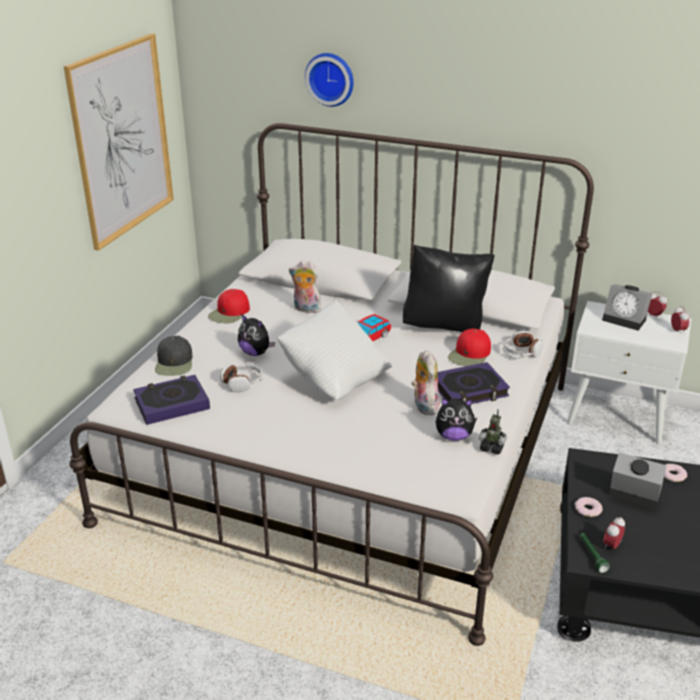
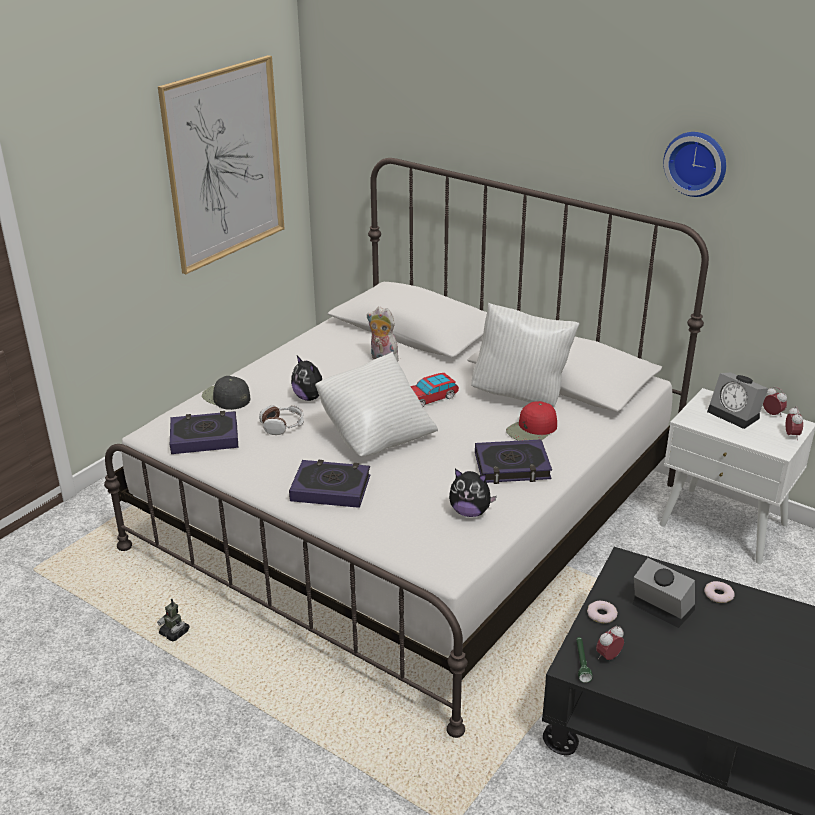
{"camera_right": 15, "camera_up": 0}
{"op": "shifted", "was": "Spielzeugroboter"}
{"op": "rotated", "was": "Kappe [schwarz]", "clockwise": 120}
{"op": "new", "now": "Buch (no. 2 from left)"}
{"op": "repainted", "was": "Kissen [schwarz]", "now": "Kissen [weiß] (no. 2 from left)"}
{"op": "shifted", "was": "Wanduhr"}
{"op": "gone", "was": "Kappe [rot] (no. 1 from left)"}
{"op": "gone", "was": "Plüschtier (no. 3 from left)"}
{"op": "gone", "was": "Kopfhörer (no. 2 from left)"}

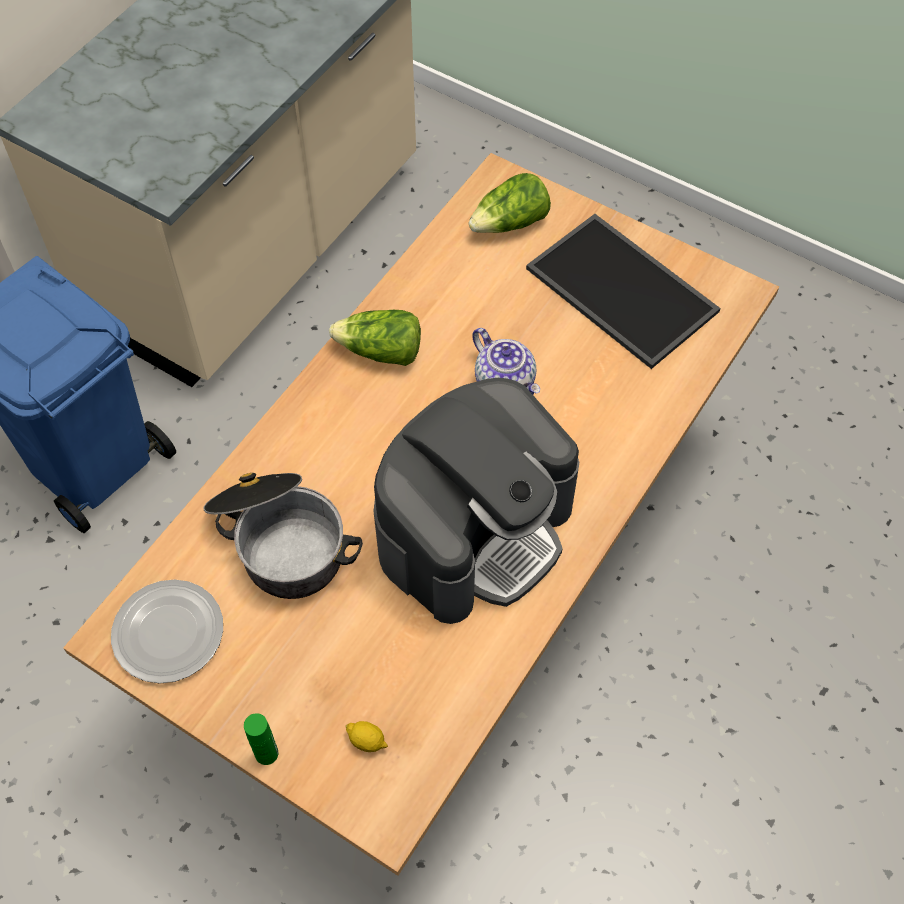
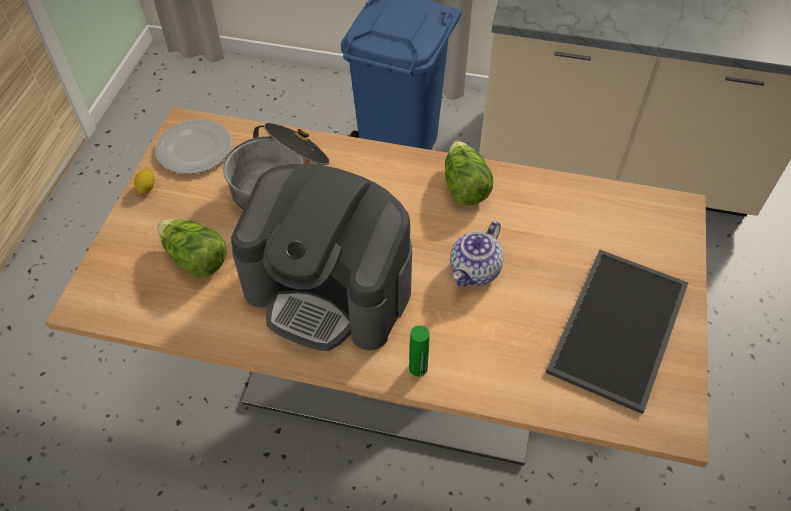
{"camera_right": 70, "camera_up": -5}
{"op": "shifted", "was": "Zitrone"}
{"op": "shifted", "was": "Salatkopf (no. 2 from left in the first image)", "now": "Salatkopf (no. 1 from left)"}
{"op": "shifted", "was": "Flasche [grün]"}

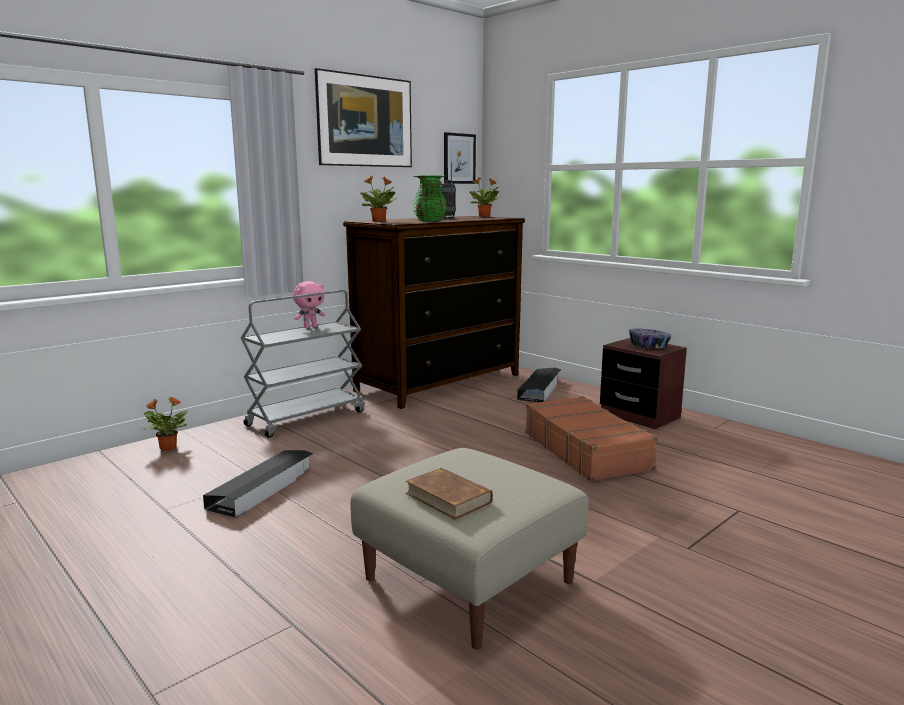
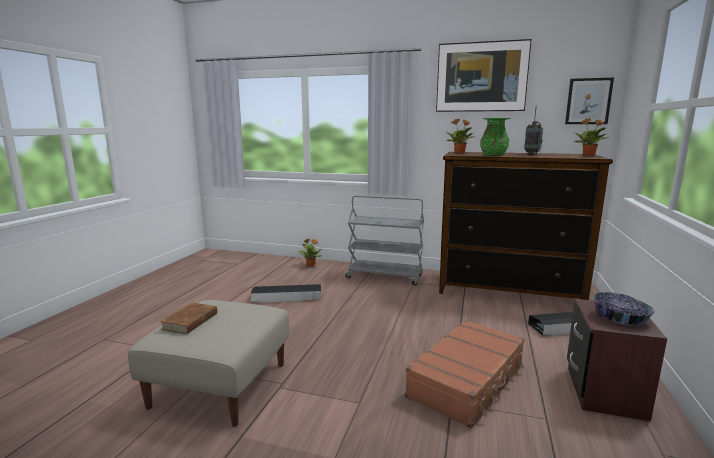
{"camera_right": 60, "camera_up": 0}
{"op": "gone", "was": "Plüschtier [rosa]"}

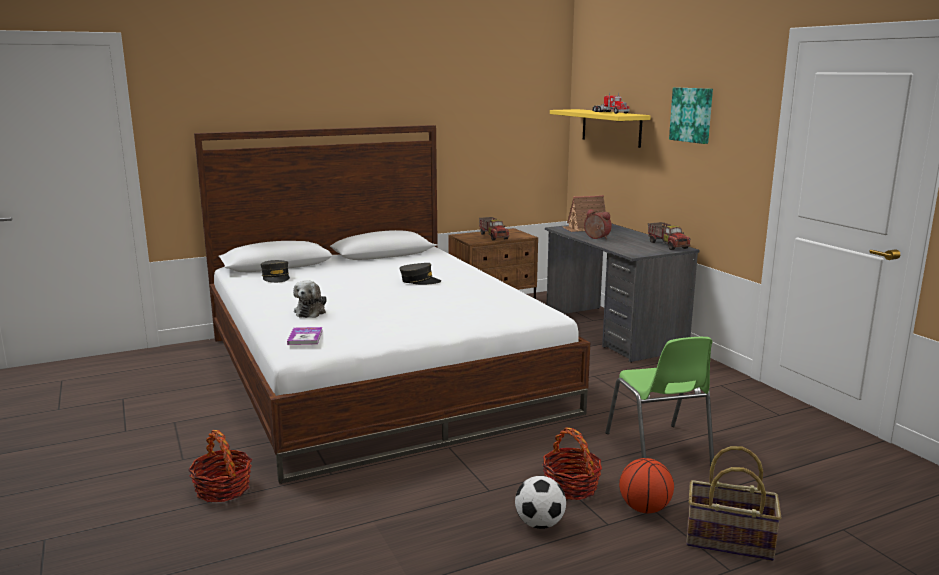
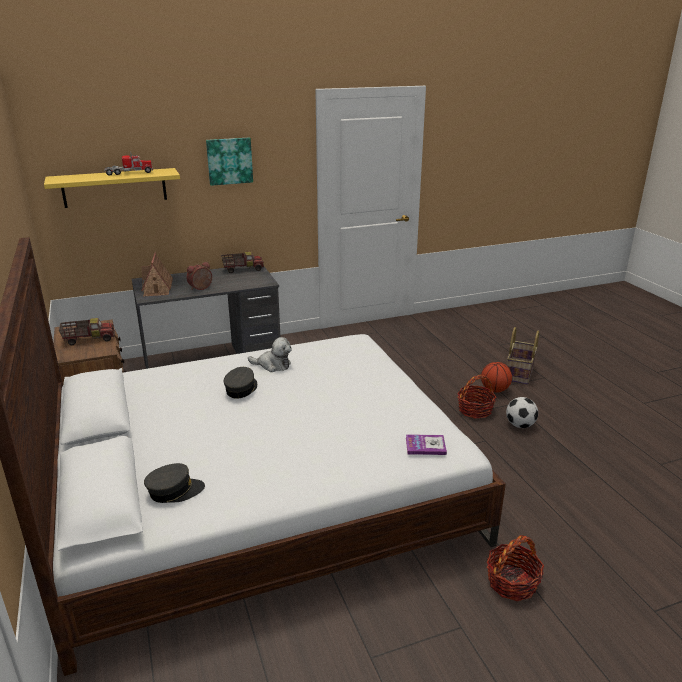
{"camera_right": -85, "camera_up": 10}
{"op": "shifted", "was": "Plüschtier"}
{"op": "gone", "was": "Stuhl [grün]"}

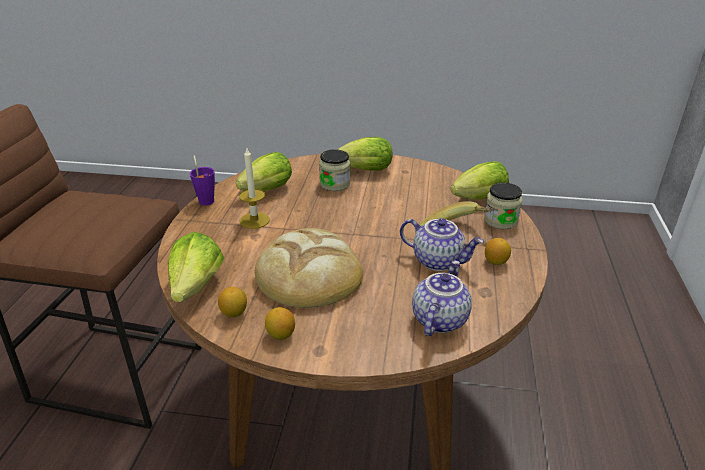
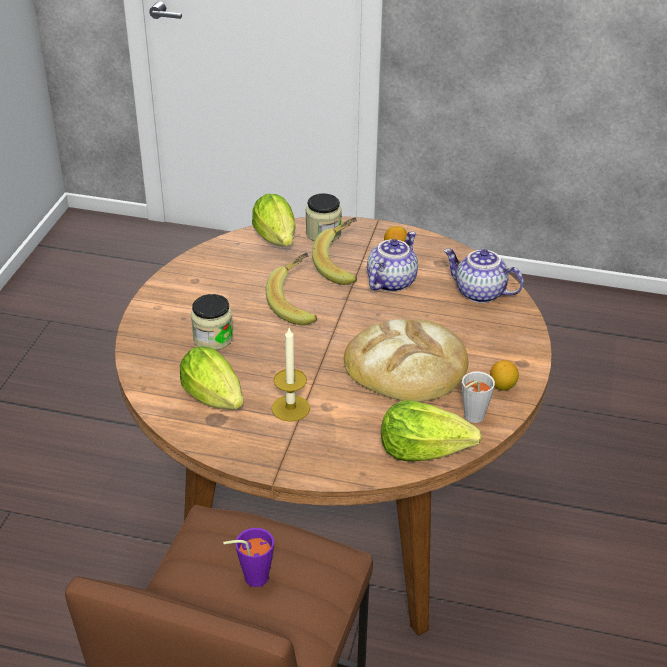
{"camera_right": -85, "camera_up": 5}
{"op": "shifted", "was": "Tasse [lila]"}
{"op": "new", "now": "Banane (no. 1 from left)"}
{"op": "swapped", "was": "Zitrone (no. 1 from left)", "now": "Tasse [grau]"}
{"op": "gone", "was": "Salatkopf (no. 3 from left)"}

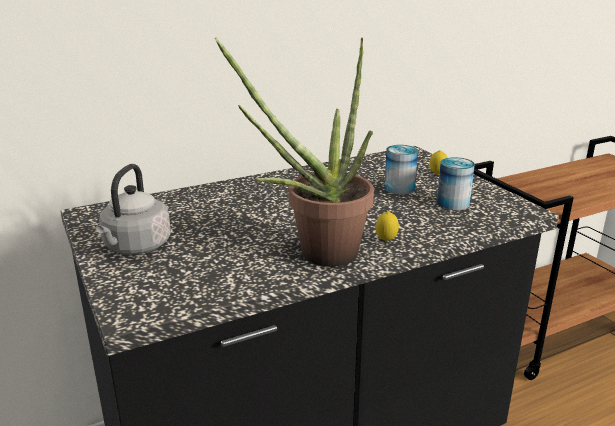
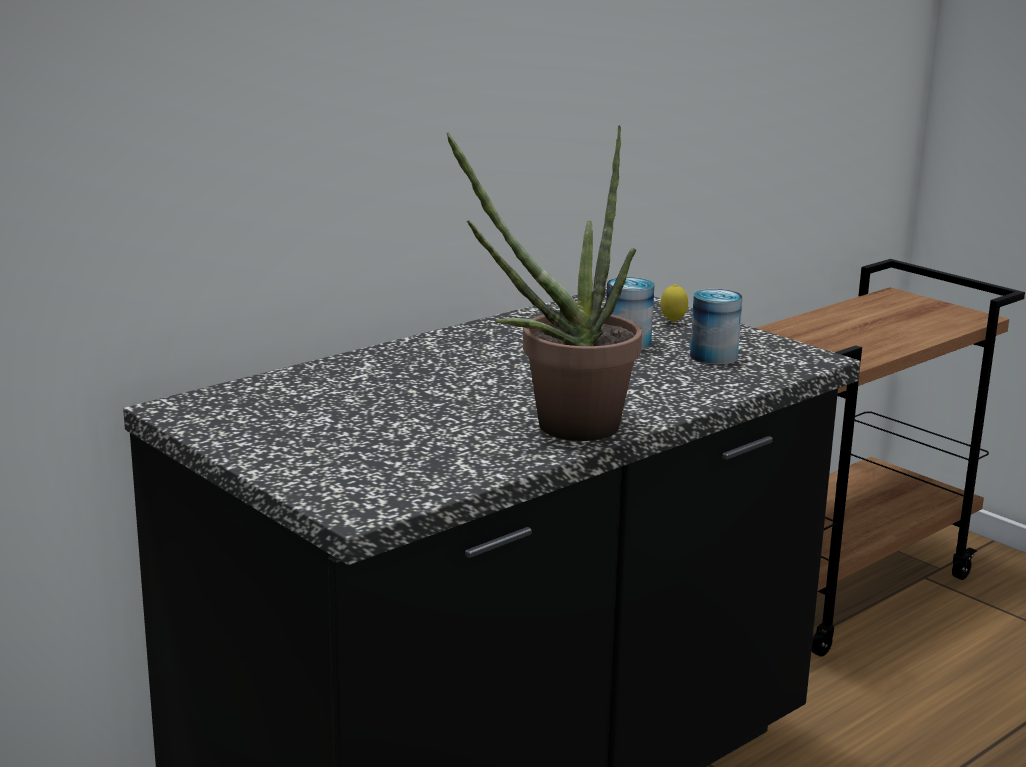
{"camera_right": -15, "camera_up": -5}
{"op": "gone", "was": "Wasserkessel [grau]"}
{"op": "gone", "was": "Zitrone (no. 1 from left)"}

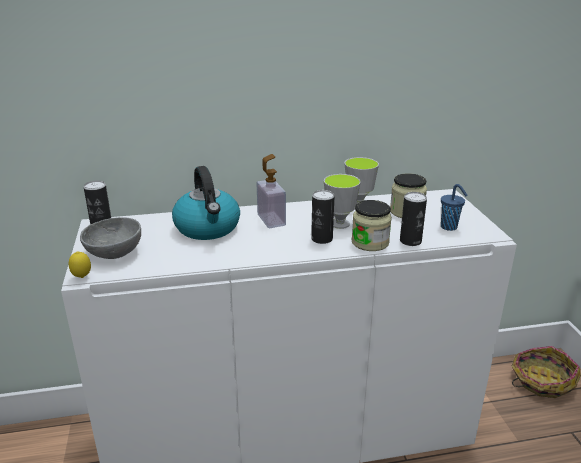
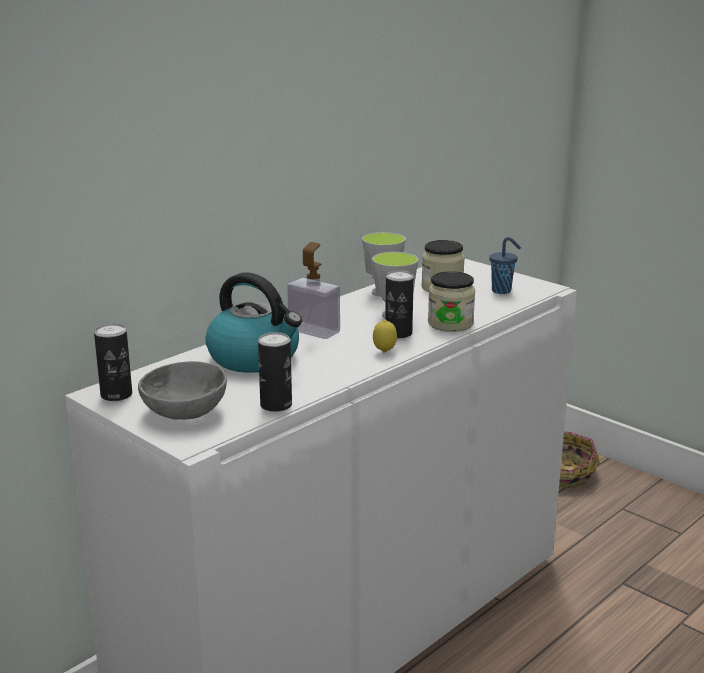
{"camera_right": -35, "camera_up": -5}
{"op": "shifted", "was": "Dose (no. 3 from left in the first image)", "now": "Dose (no. 2 from left)"}
{"op": "shifted", "was": "Zitrone"}

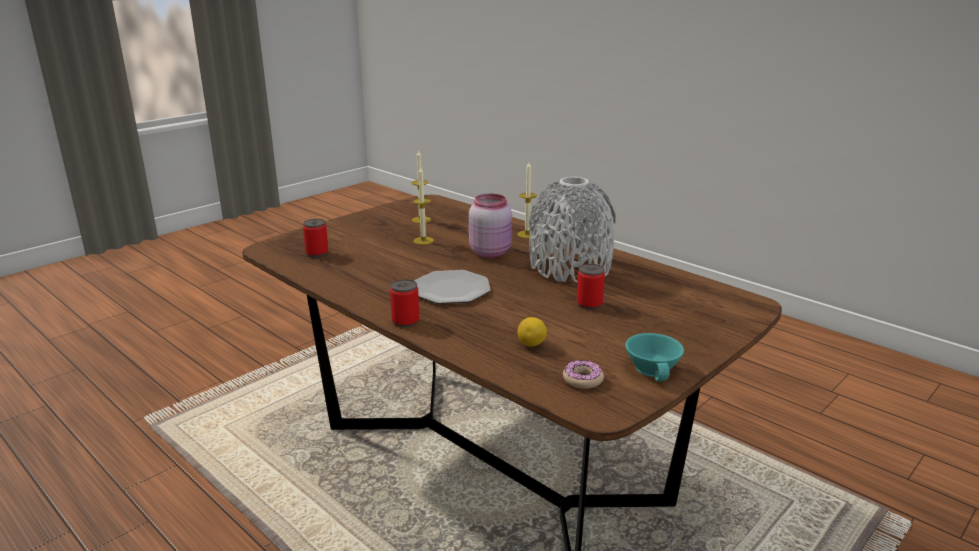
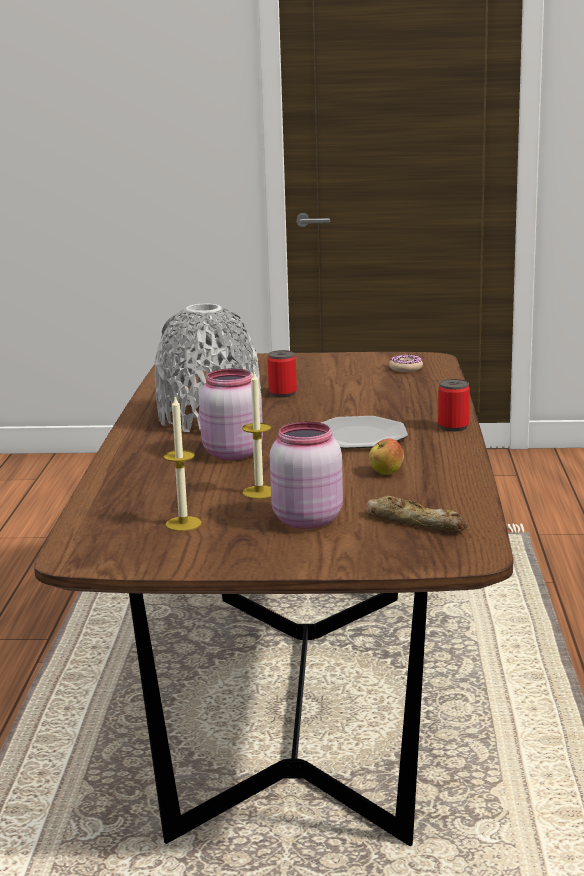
{"camera_right": -130, "camera_up": -5}
{"op": "new", "now": "Vorratsglas [rosa] (no. 2 from left)"}
{"op": "swapped", "was": "Dose (no. 1 from left)", "now": "Brot"}
{"op": "new", "now": "Apfel"}
{"op": "gone", "was": "Kerze (no. 3 from left)"}
{"op": "gone", "was": "Zitrone"}
{"op": "gone", "was": "Tasse [türkis]"}

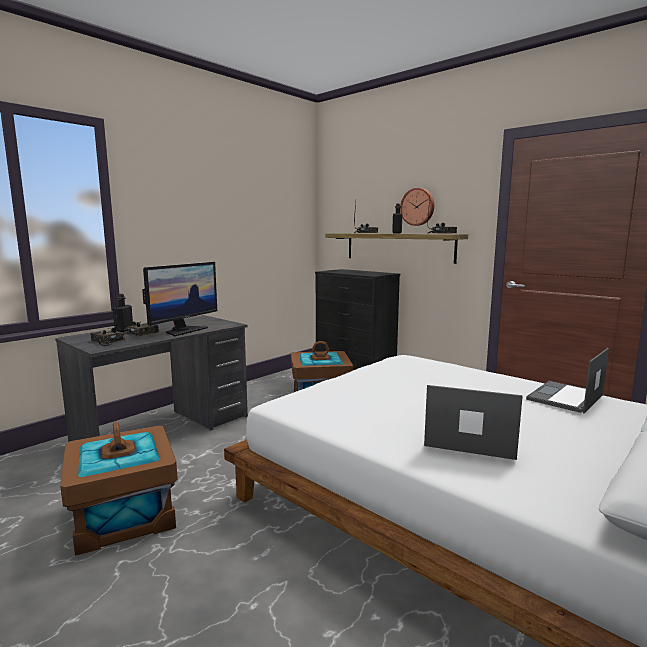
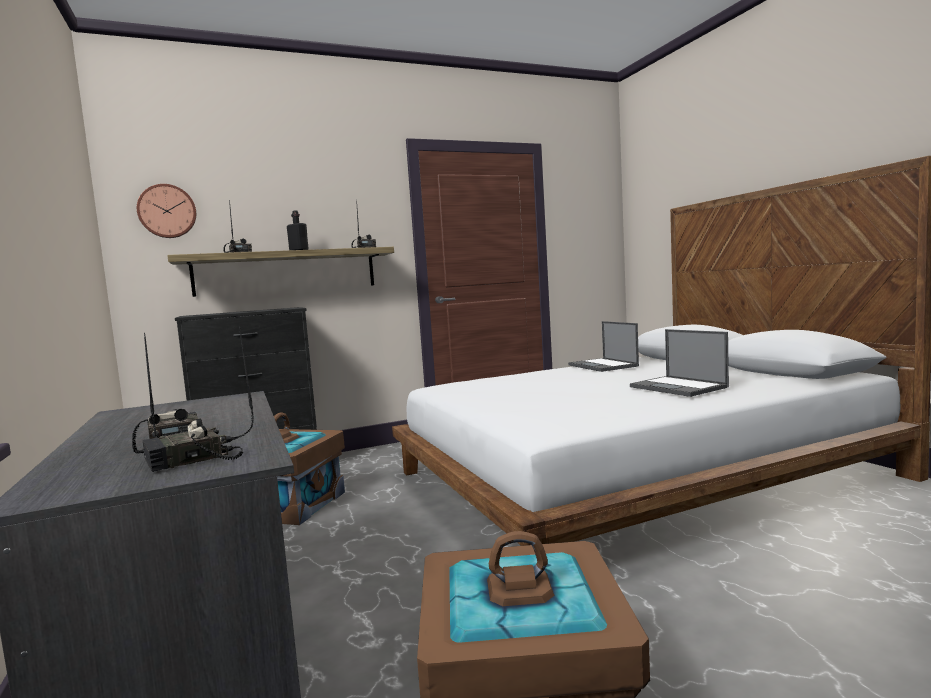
{"camera_right": -65, "camera_up": -5}
{"op": "shifted", "was": "Wanduhr"}
{"op": "rotated", "was": "Laptop (no. 1 from left in the first image)", "clockwise": -75}
{"op": "gone", "was": "Flasche [schwarz] (no. 1 from left)"}
{"op": "gone", "was": "Monitor"}

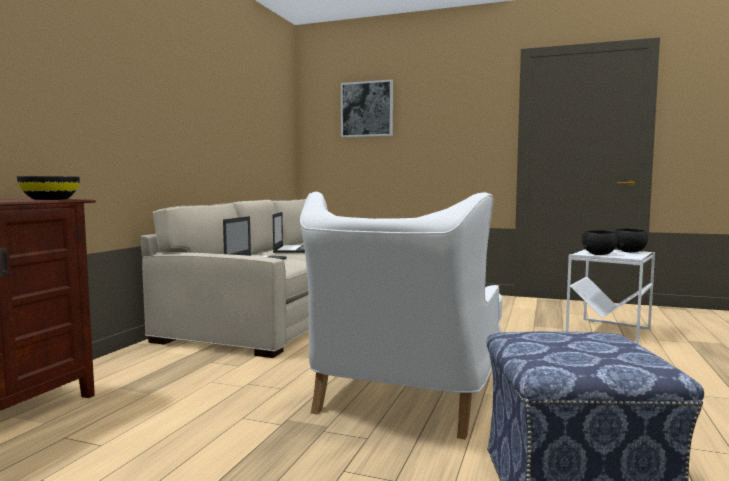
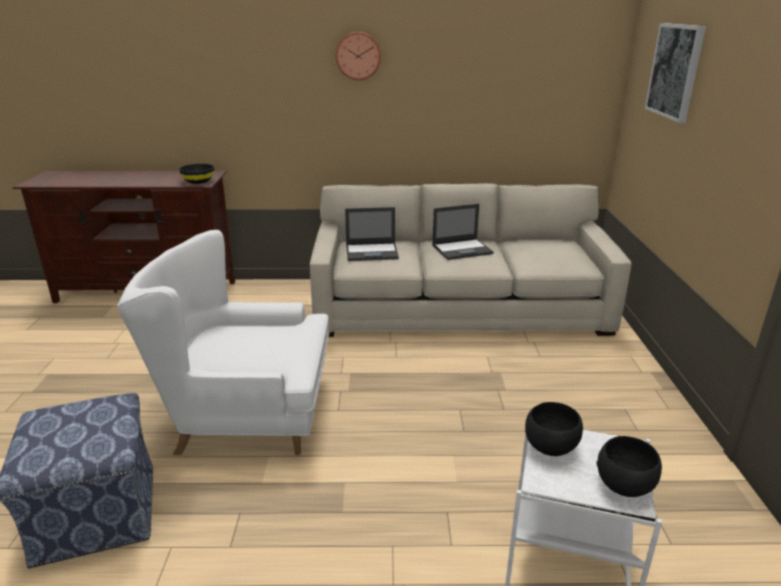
{"camera_right": 70, "camera_up": 20}
{"op": "new", "now": "Wanduhr"}

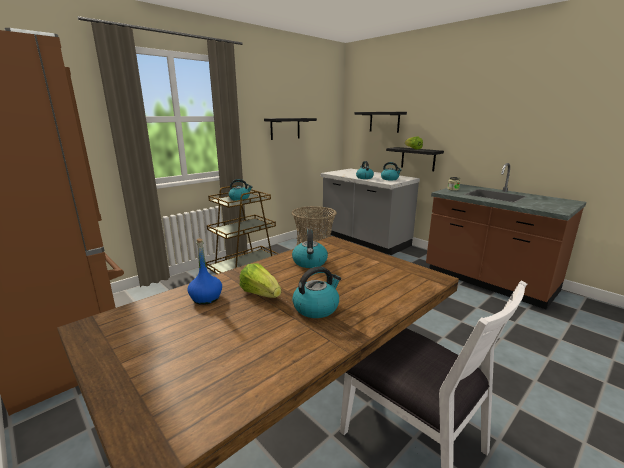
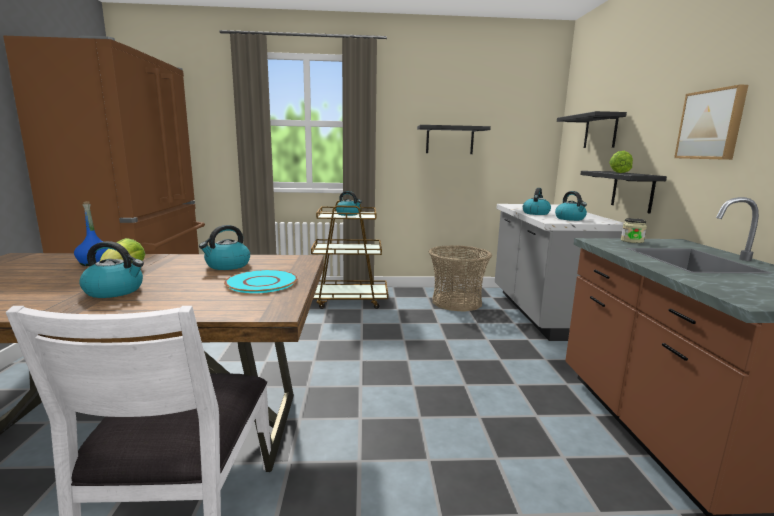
{"camera_right": 40, "camera_up": -5}
{"op": "new", "now": "Teller [türkis]"}
{"op": "new", "now": "Bild"}

